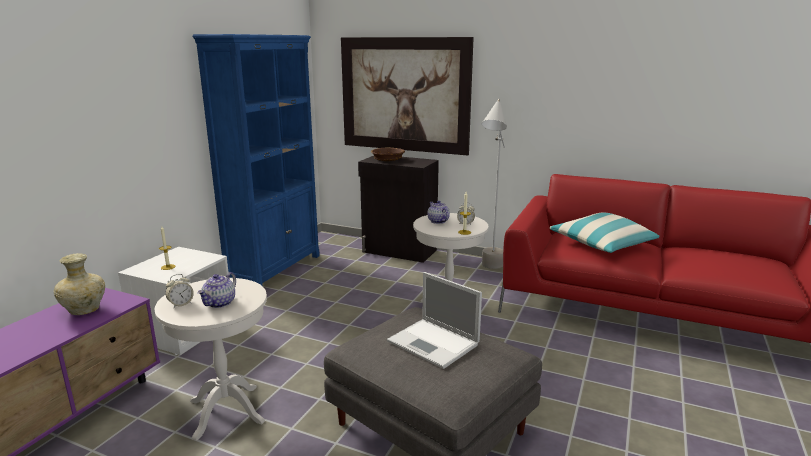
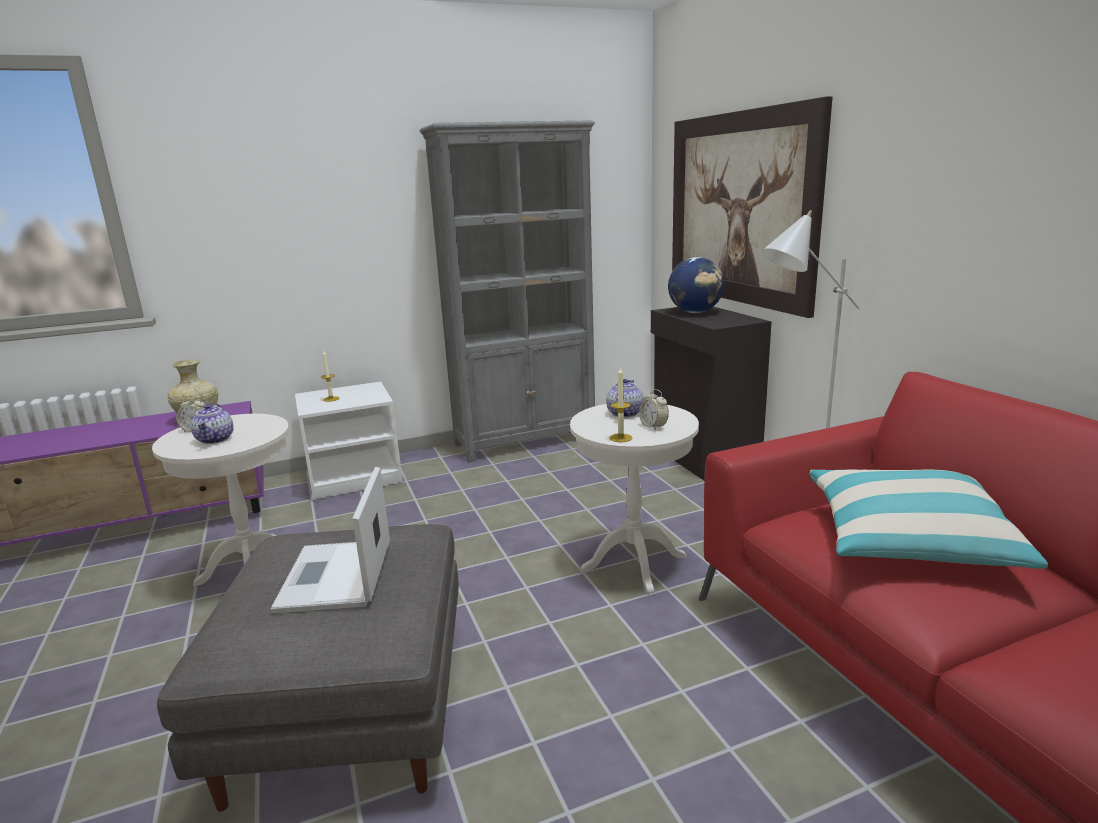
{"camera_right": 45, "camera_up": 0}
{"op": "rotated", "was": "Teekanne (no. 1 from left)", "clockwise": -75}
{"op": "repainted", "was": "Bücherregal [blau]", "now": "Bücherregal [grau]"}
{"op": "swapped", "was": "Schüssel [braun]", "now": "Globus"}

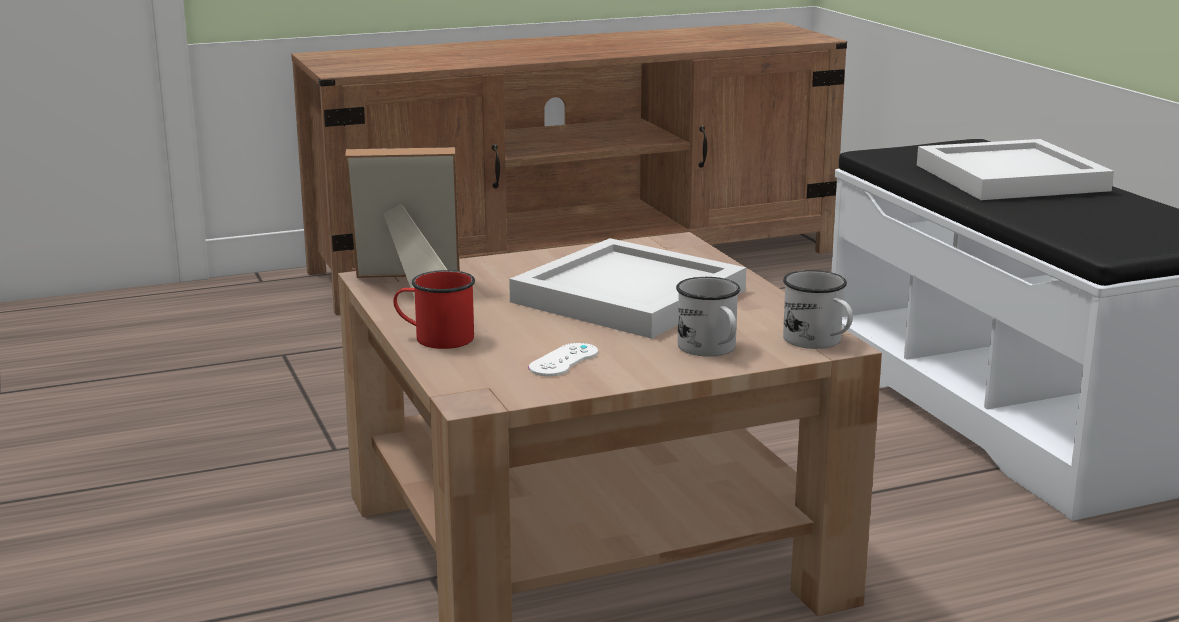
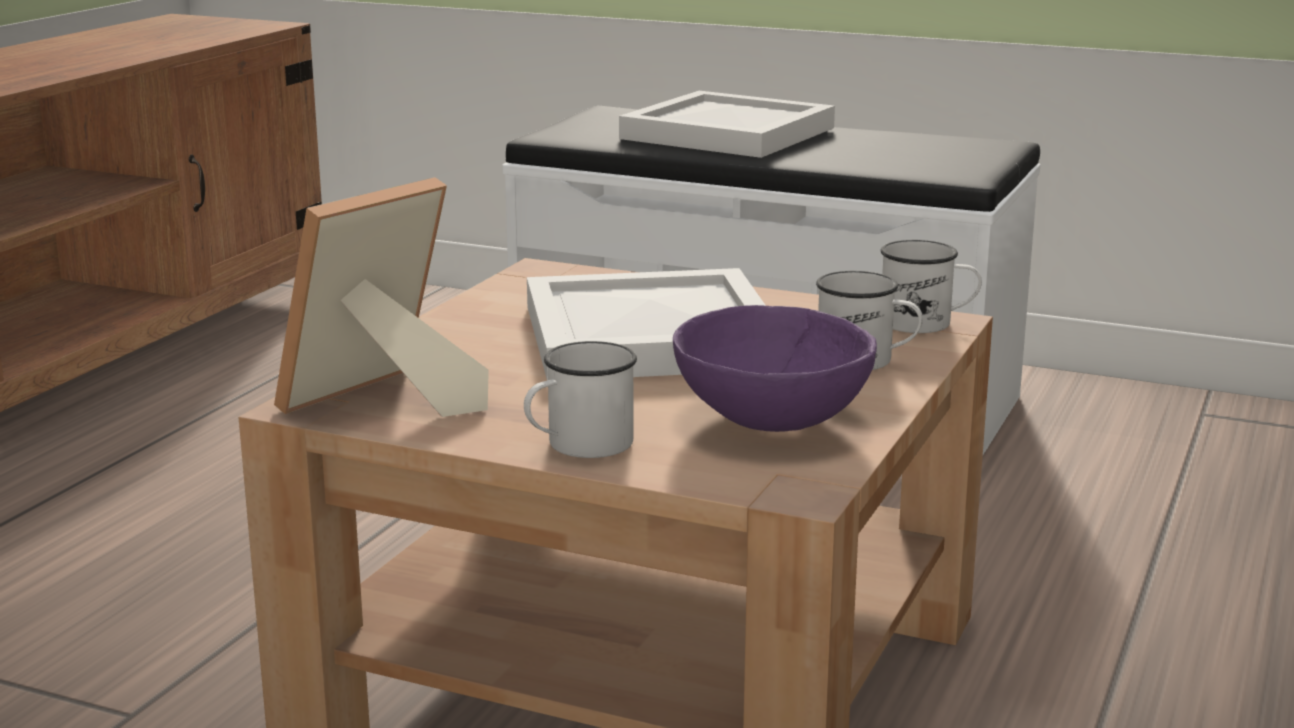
{"camera_right": -45, "camera_up": 0}
{"op": "repainted", "was": "Henkelbecher [rot]", "now": "Henkelbecher [weiß] (no. 1 from left)"}
{"op": "swapped", "was": "Gamepad [weiß]", "now": "Schüssel [lila]"}

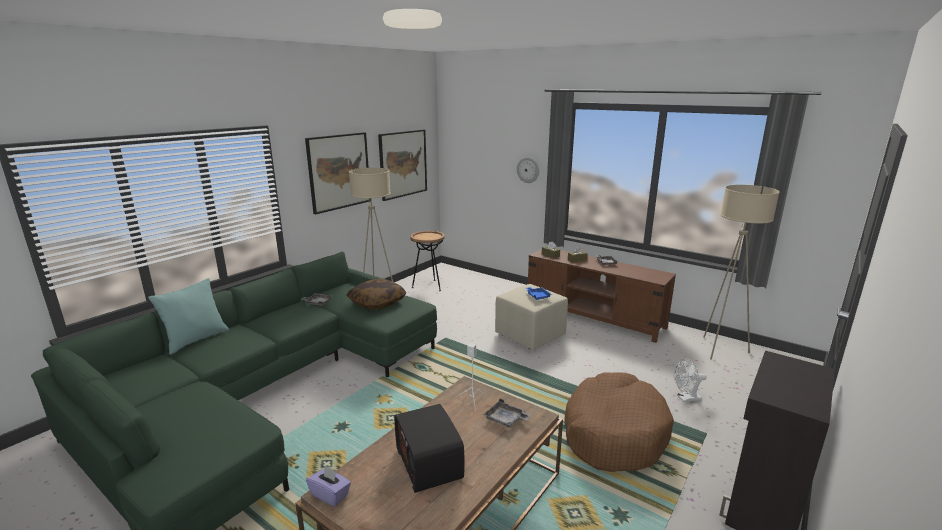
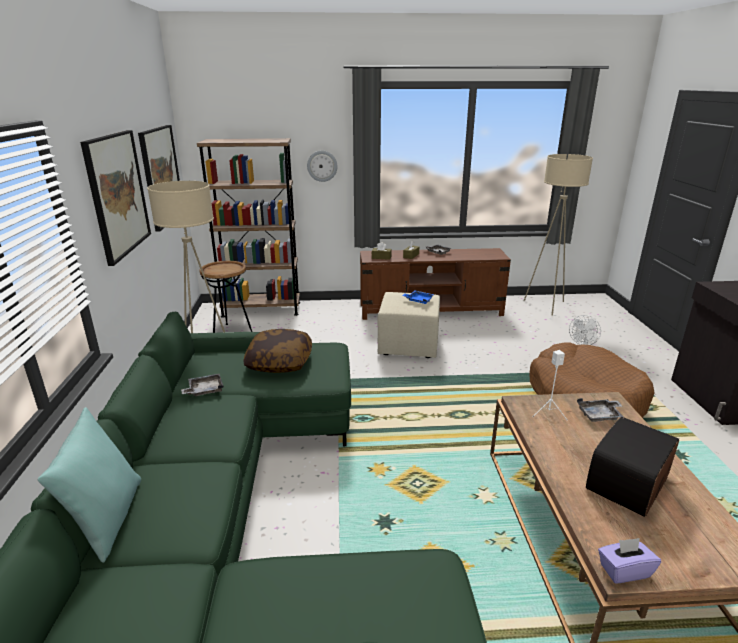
{"camera_right": -40, "camera_up": 5}
{"op": "new", "now": "Bücherregal [braun]"}
{"op": "rotated", "was": "Radio", "clockwise": 105}

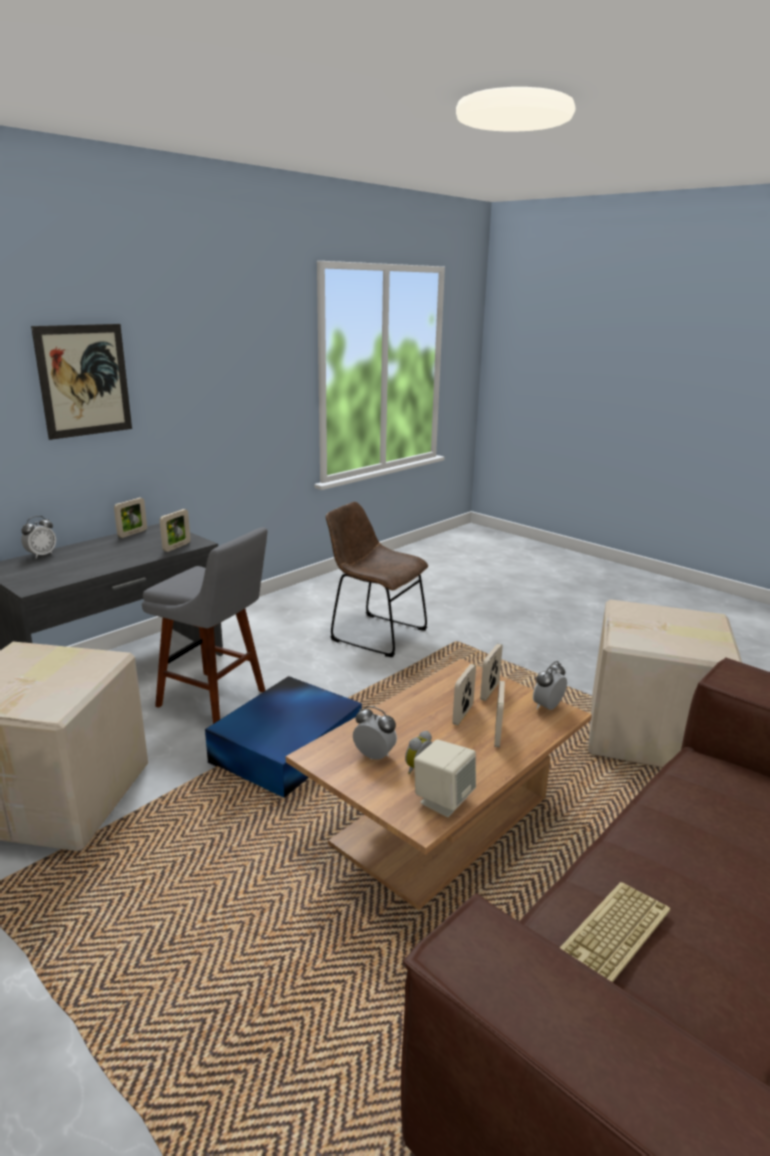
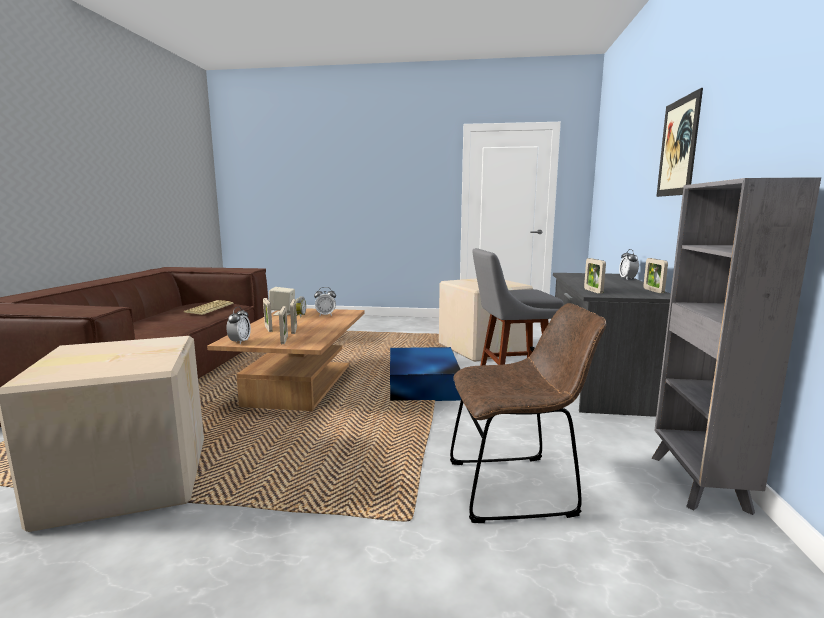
{"camera_right": 145, "camera_up": -10}
{"op": "new", "now": "Bücherregal [grau]"}

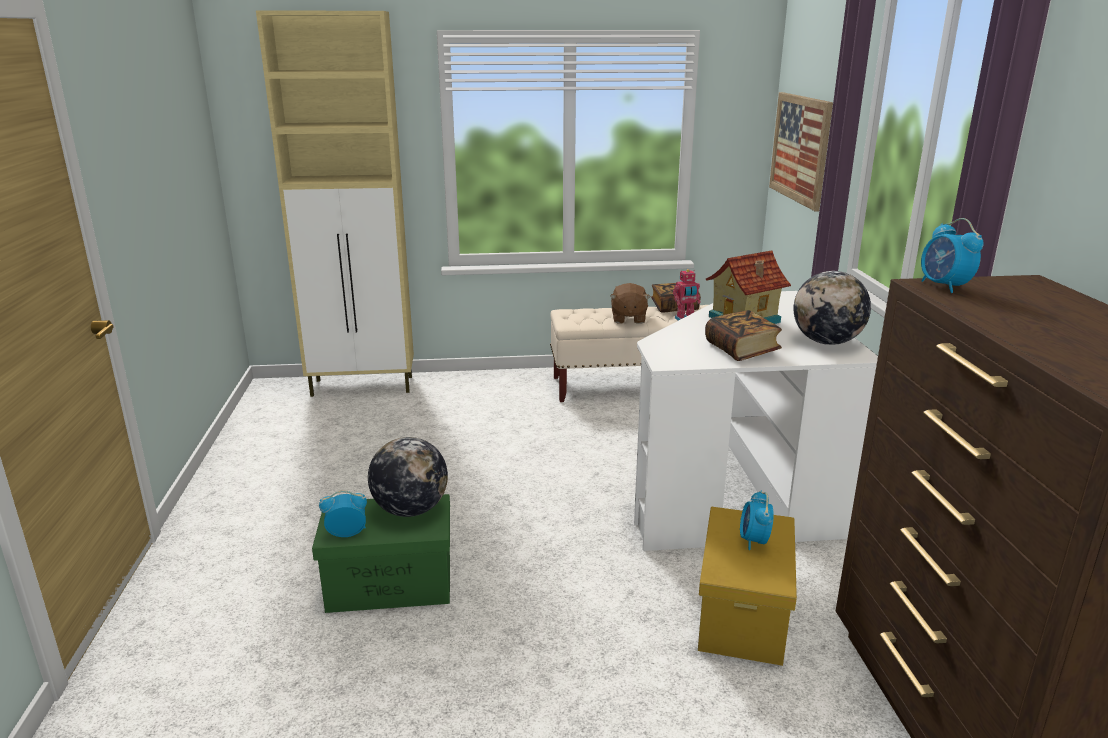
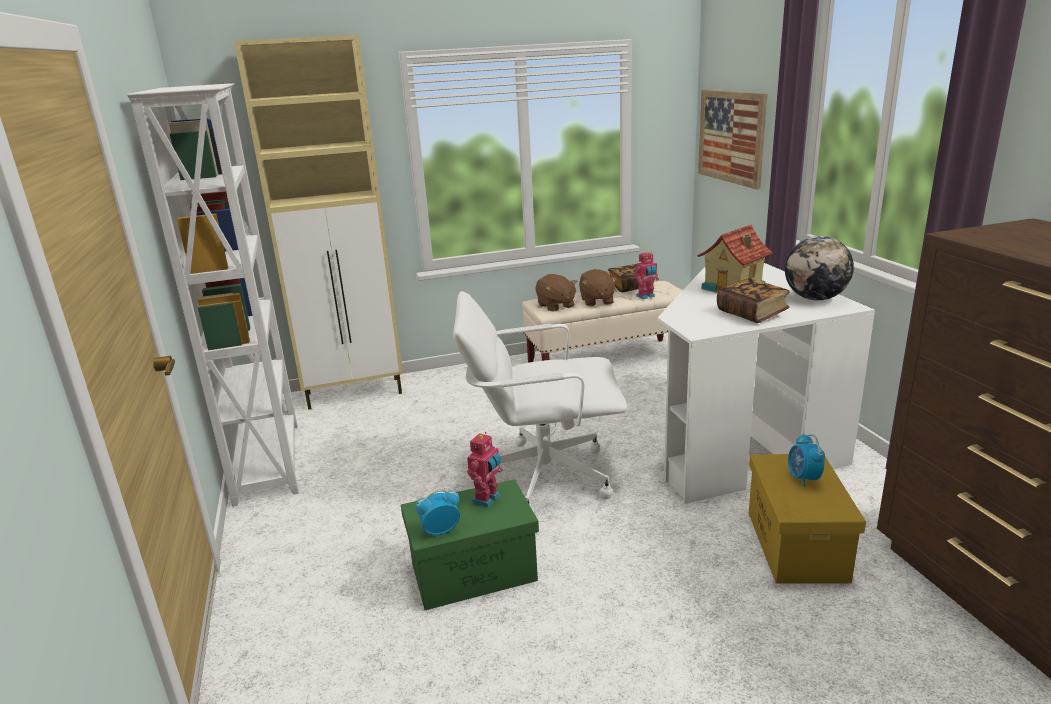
{"camera_right": -10, "camera_up": 0}
{"op": "new", "now": "Bücherregal [weiß]"}
{"op": "new", "now": "Bürostuhl [weiß]"}
{"op": "swapped", "was": "Globus (no. 1 from left)", "now": "Spielzeugroboter (no. 1 from left)"}
{"op": "new", "now": "Plüschtier [braun] (no. 1 from left)"}
{"op": "gone", "was": "Wecker (no. 3 from left)"}

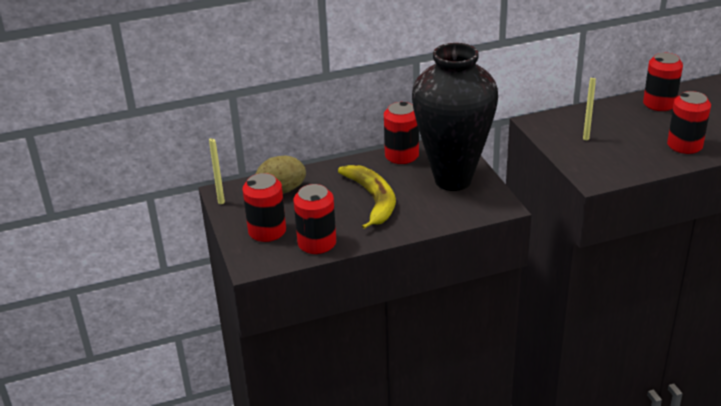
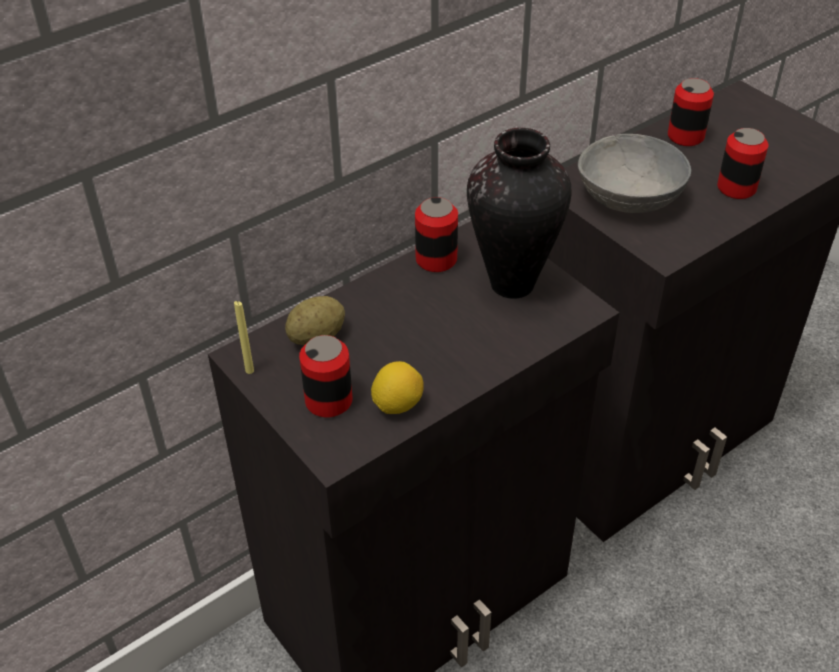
{"camera_right": -20, "camera_up": 10}
{"op": "swapped", "was": "Dose (no. 2 from left)", "now": "Zitrone"}
{"op": "swapped", "was": "Kerze [gelb] (no. 2 from left)", "now": "Schüssel [grau]"}
{"op": "gone", "was": "Banane"}

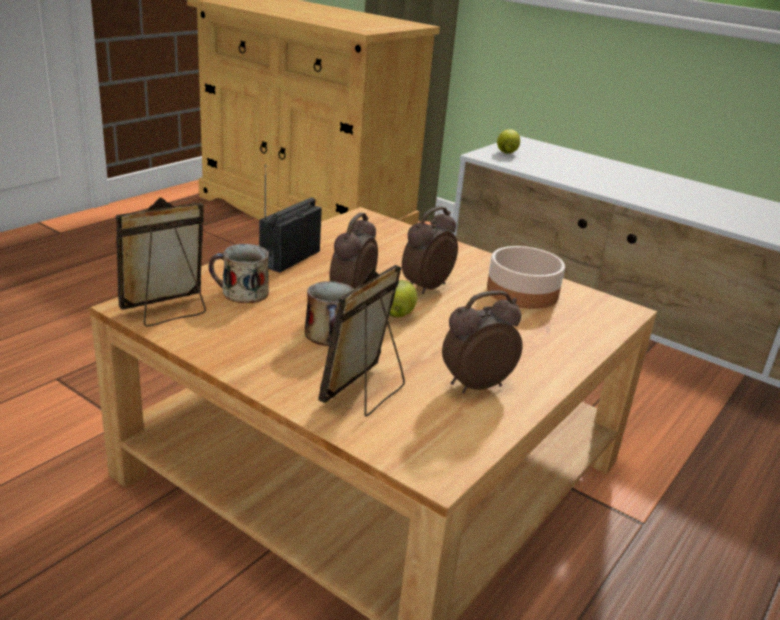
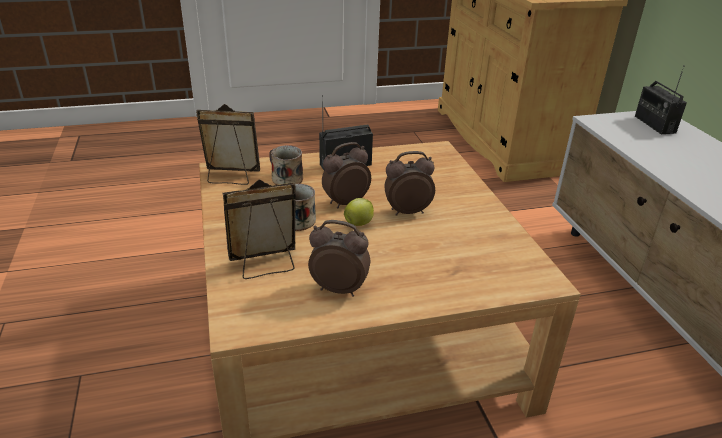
{"camera_right": 40, "camera_up": 5}
{"op": "new", "now": "Radio (no. 2 from left)"}
{"op": "gone", "was": "Schüssel"}
{"op": "gone", "was": "Apfel (no. 2 from left)"}

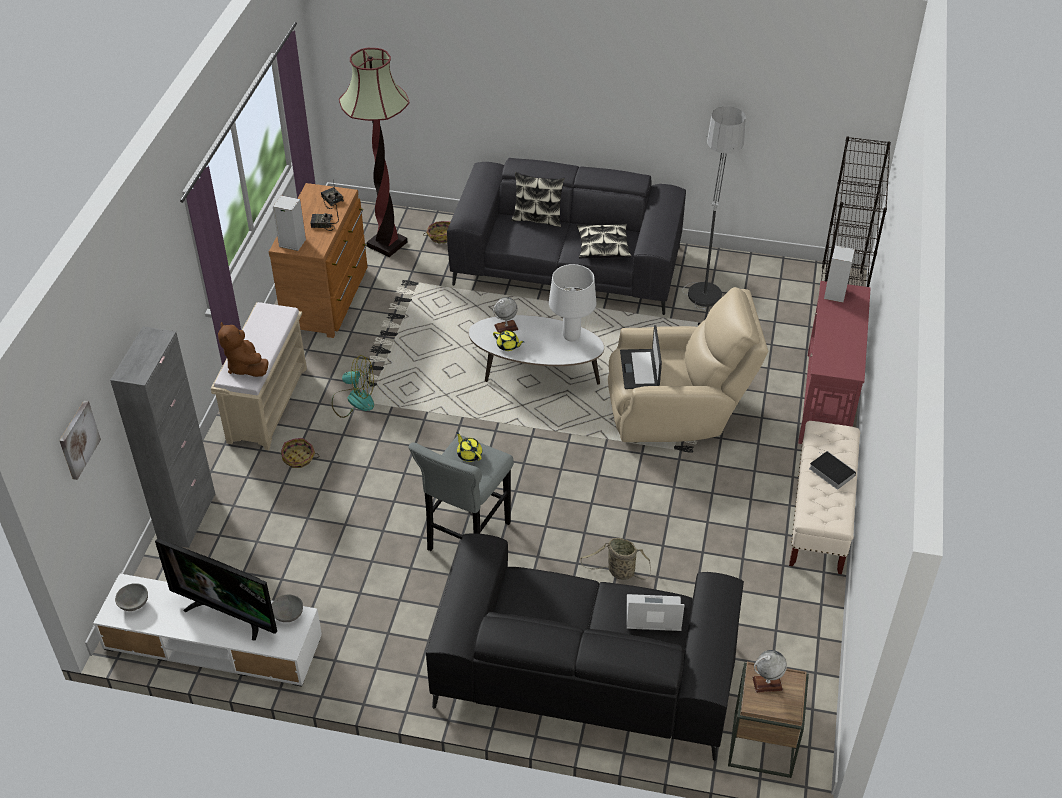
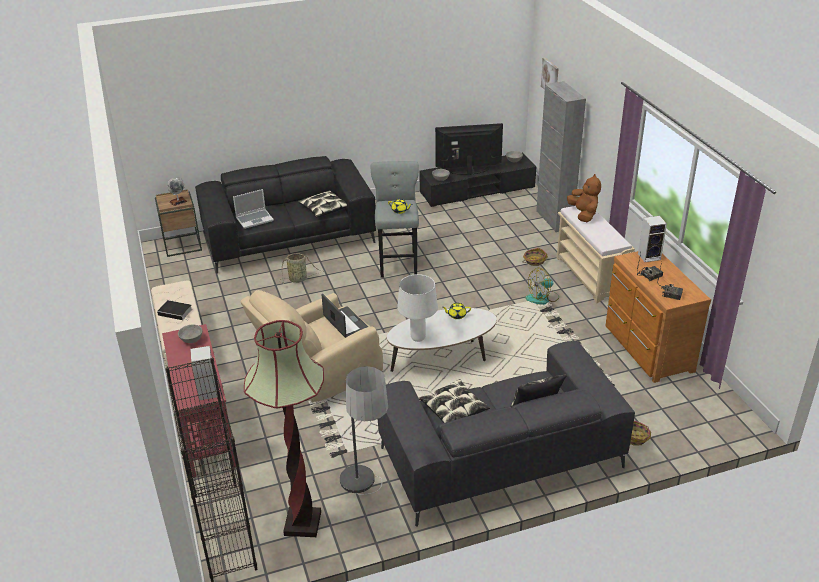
{"camera_right": 150, "camera_up": -10}
{"op": "new", "now": "Schüssel [grau] (no. 1 from left)"}
{"op": "shifted", "was": "Stehlampe (no. 1 from left)"}
{"op": "new", "now": "Kissen (no. 1 from left)"}
{"op": "repainted", "was": "Fernsehschrank [weiß]", "now": "Fernsehschrank [schwarz]"}
{"op": "rotated", "was": "Plüschtier [braun]", "clockwise": 45}
{"op": "gone", "was": "Globus (no. 1 from left)"}

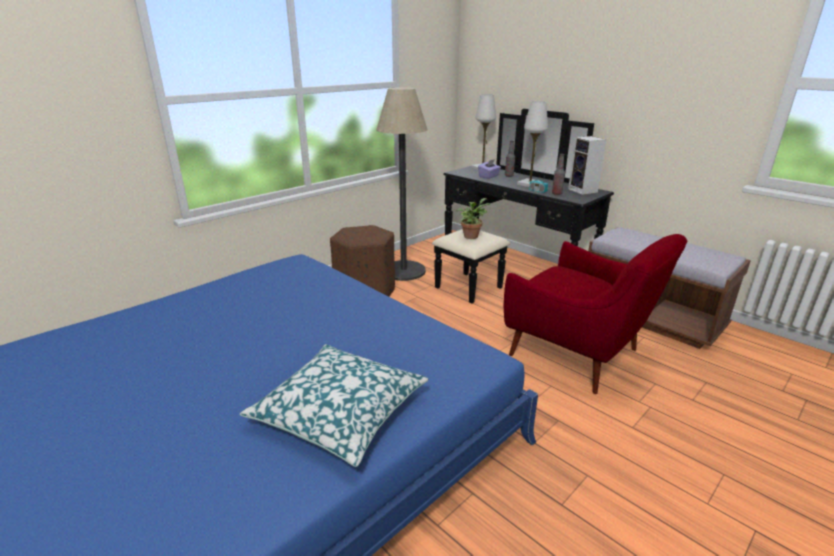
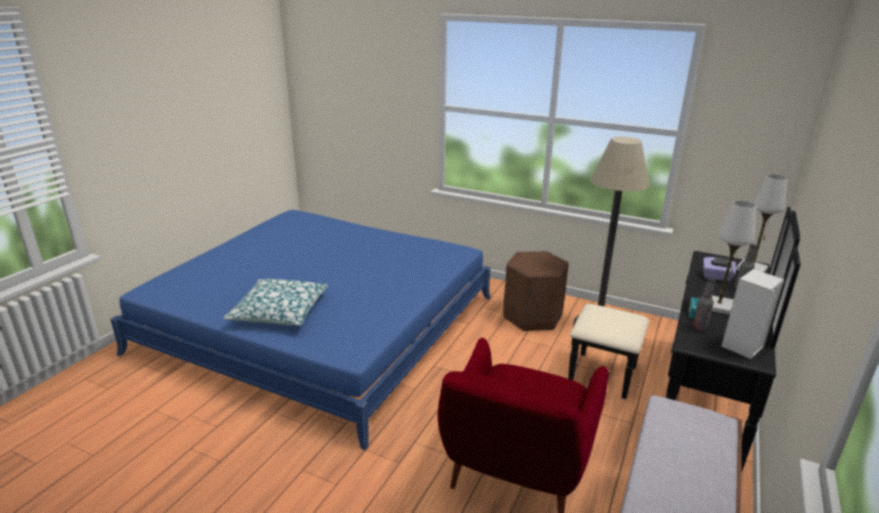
{"camera_right": 70, "camera_up": 0}
{"op": "gone", "was": "Topfpflanze"}

